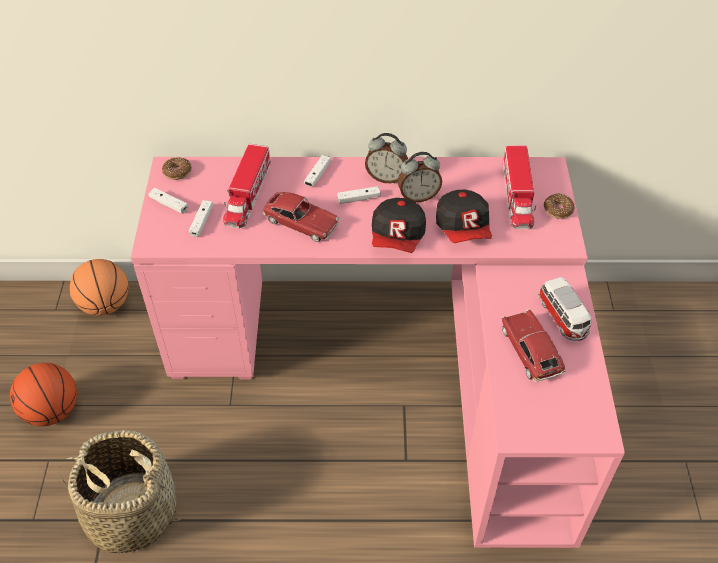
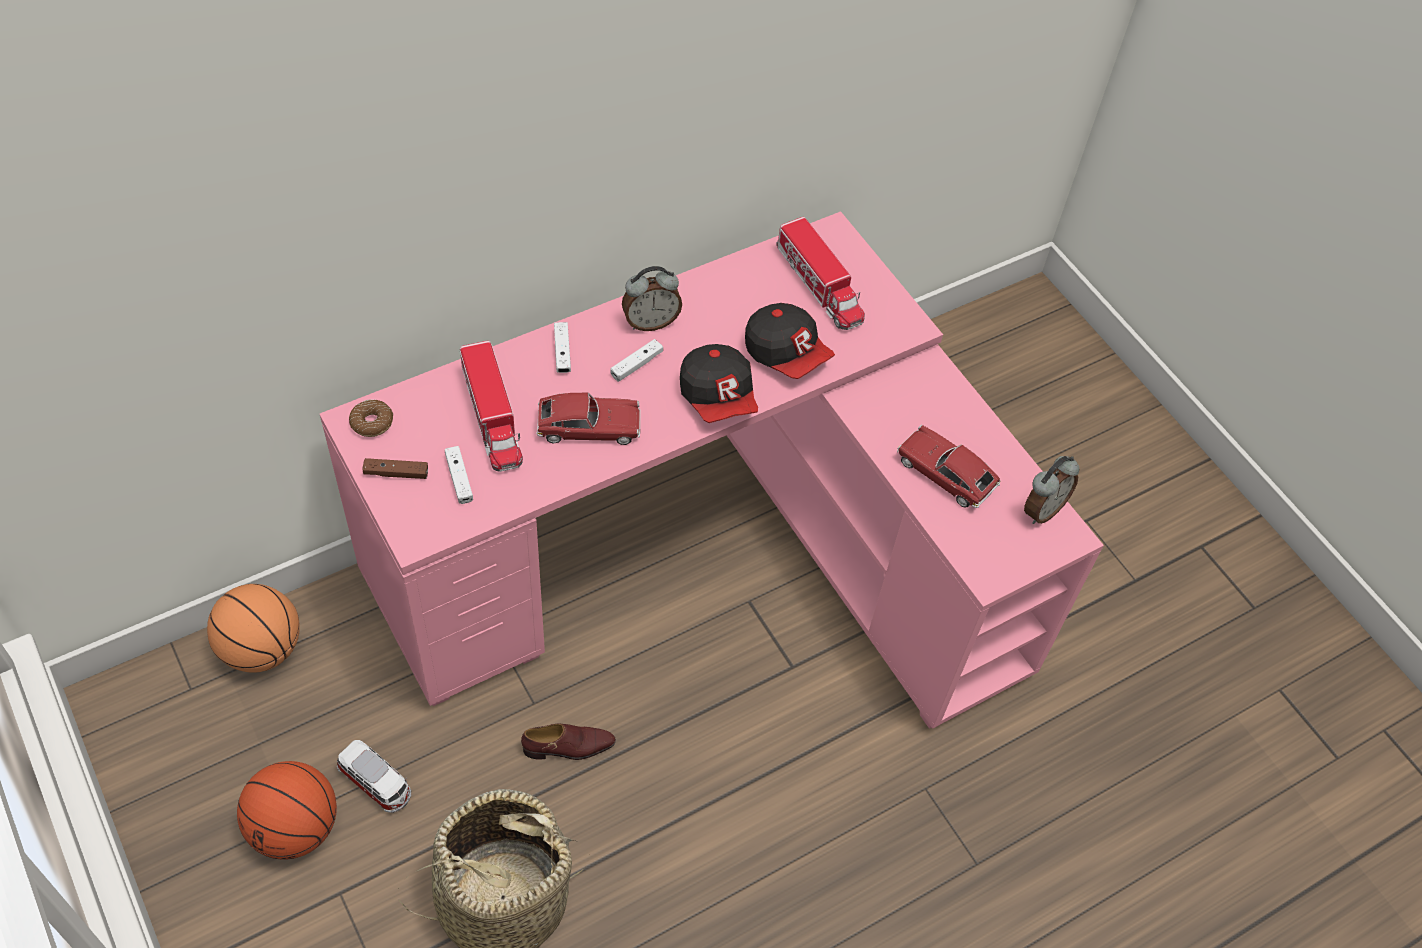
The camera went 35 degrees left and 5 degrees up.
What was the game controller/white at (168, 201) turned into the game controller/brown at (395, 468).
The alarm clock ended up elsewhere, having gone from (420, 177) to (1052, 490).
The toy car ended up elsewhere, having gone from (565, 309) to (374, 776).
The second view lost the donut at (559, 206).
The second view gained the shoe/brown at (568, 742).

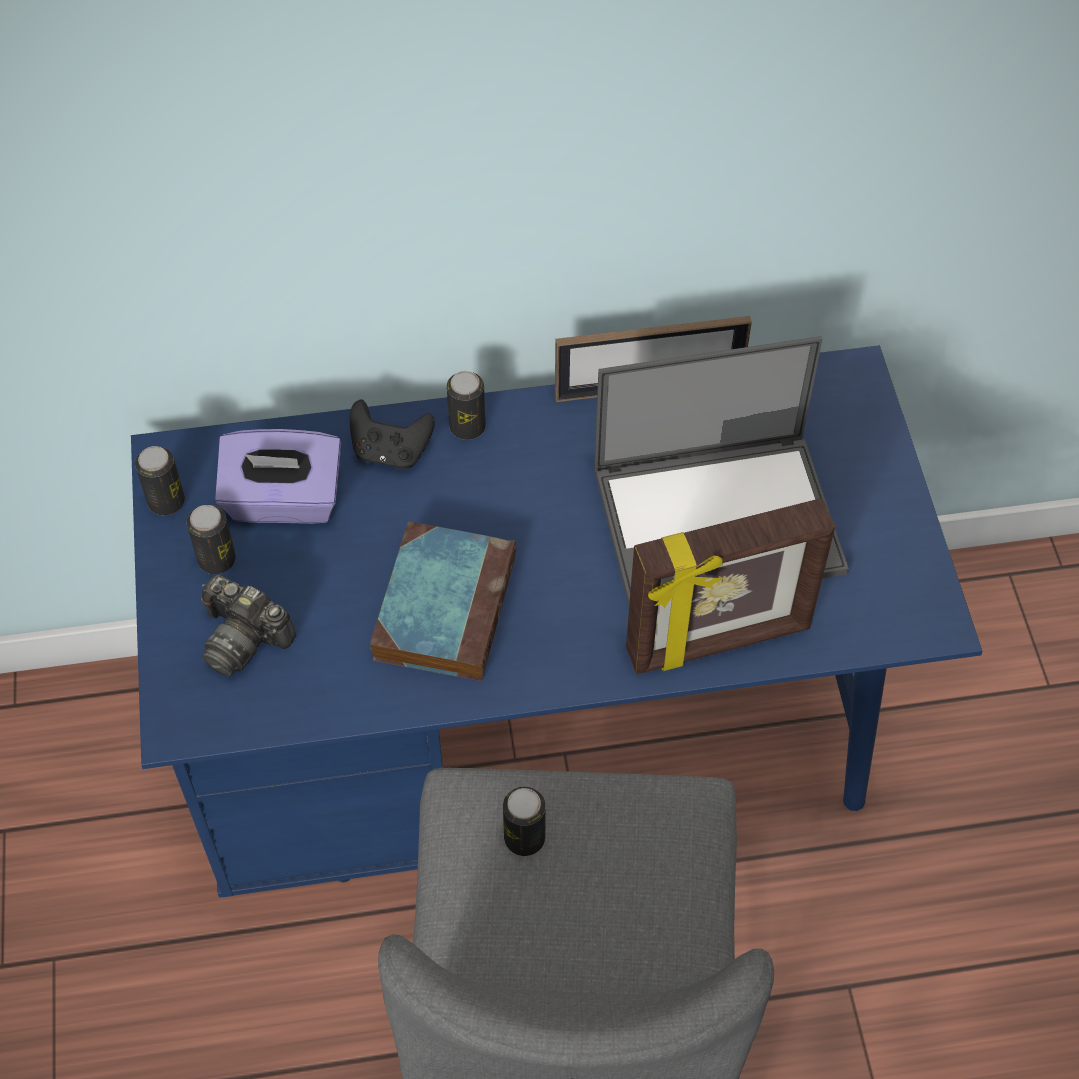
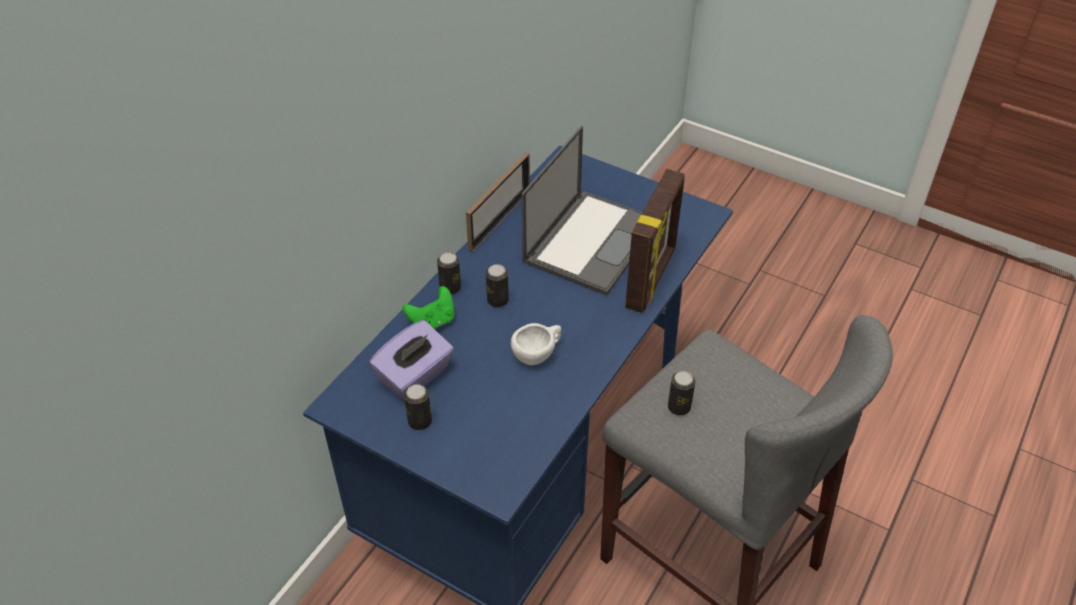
The camera went 50 degrees left and 10 degrees down.
The can ended up elsewhere, having gone from (160, 480) to (497, 285).
The second view lost the photo camera at (248, 626).
What was the game controller/black at (392, 434) turned into the game controller/green at (428, 307).
Where the book stood at (443, 601), the cup/white came to stand at (536, 344).

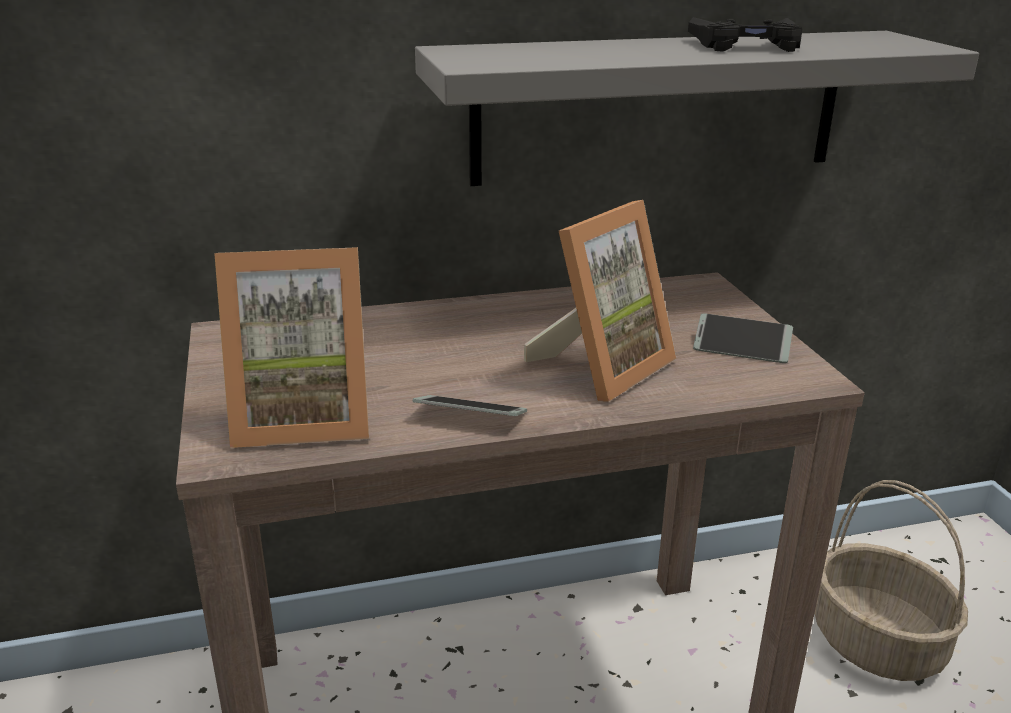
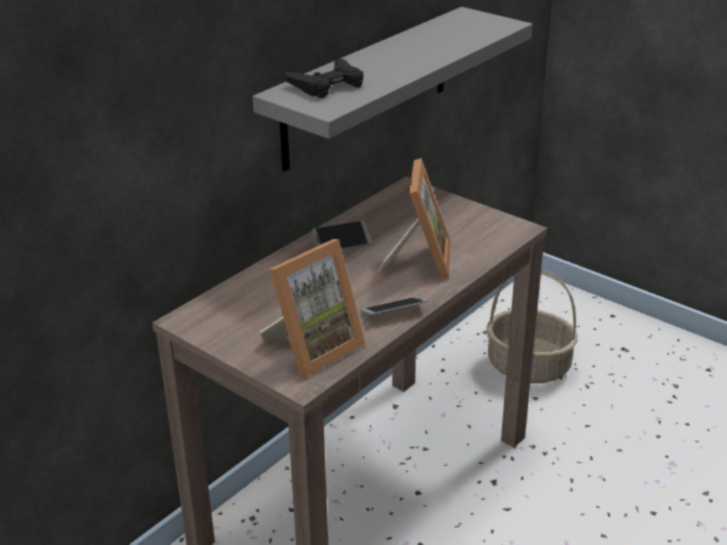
The camera went 35 degrees left and 5 degrees up.
The game controller/black ended up elsewhere, having gone from (745, 34) to (324, 77).
The phone ended up elsewhere, having gone from (743, 338) to (342, 235).

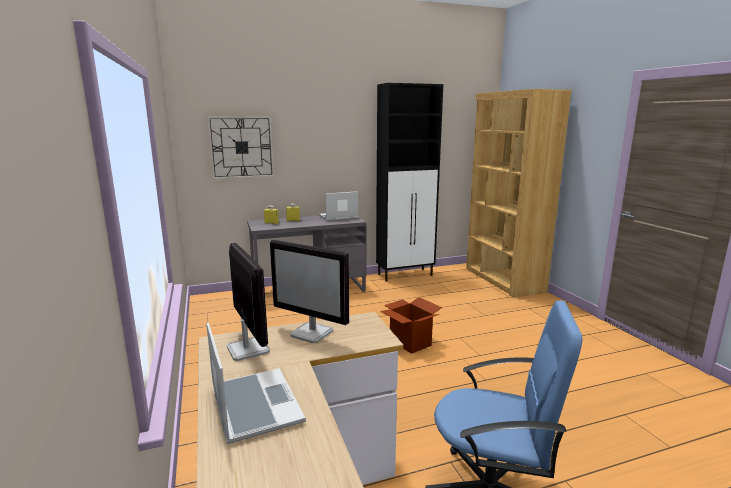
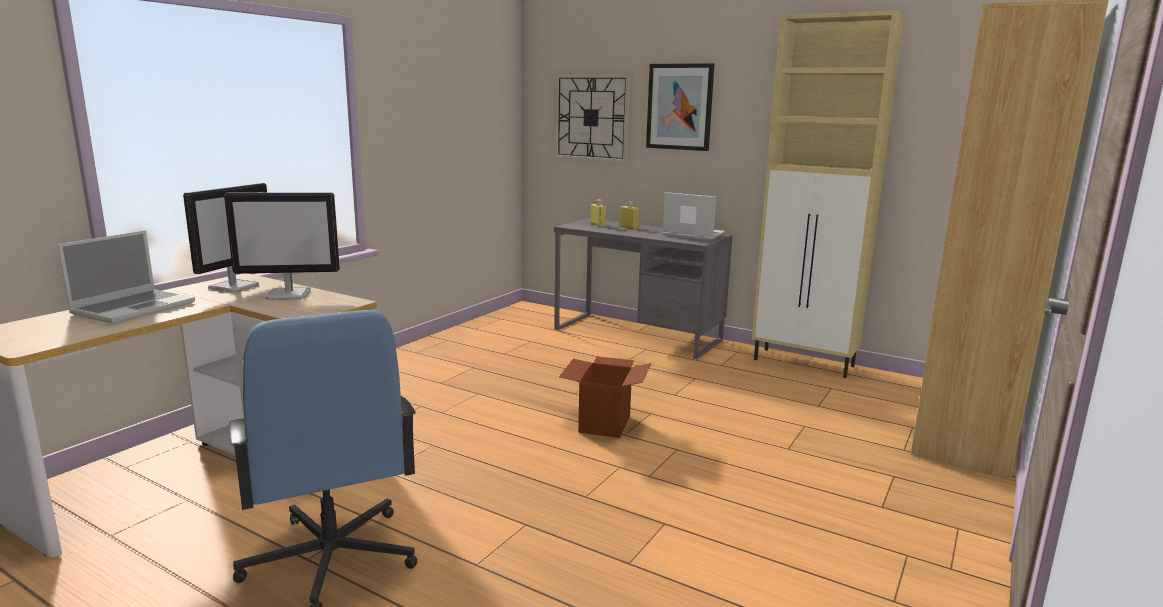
The camera went 50 degrees right and 0 degrees up.
The monitor at (309, 291) ended up facing another way, 90 degrees counterclockwise from before.
What was the cabinet/black at (409, 182) turned into the cabinet/beige at (828, 194).
The second view gained the picture at (680, 107).

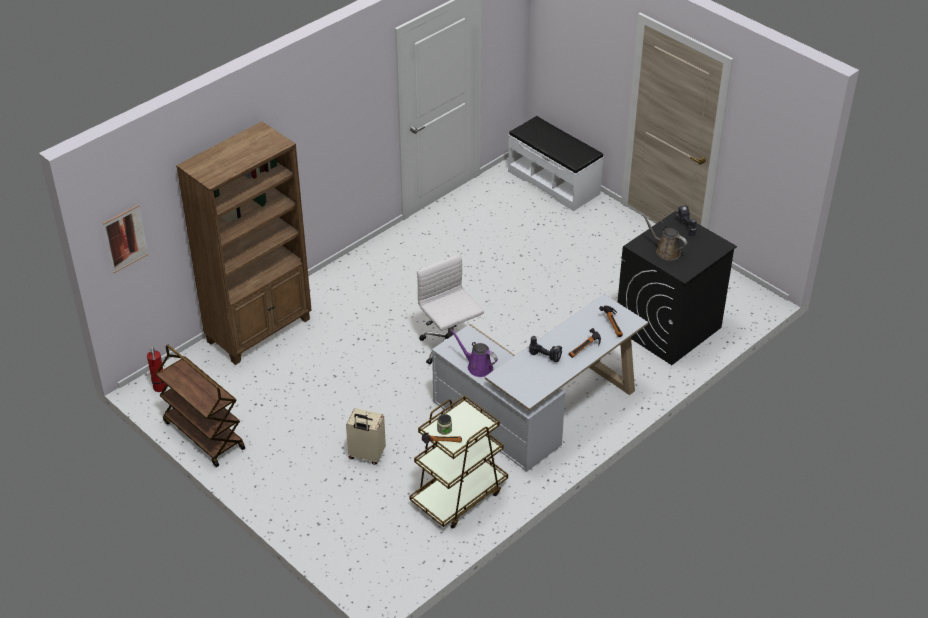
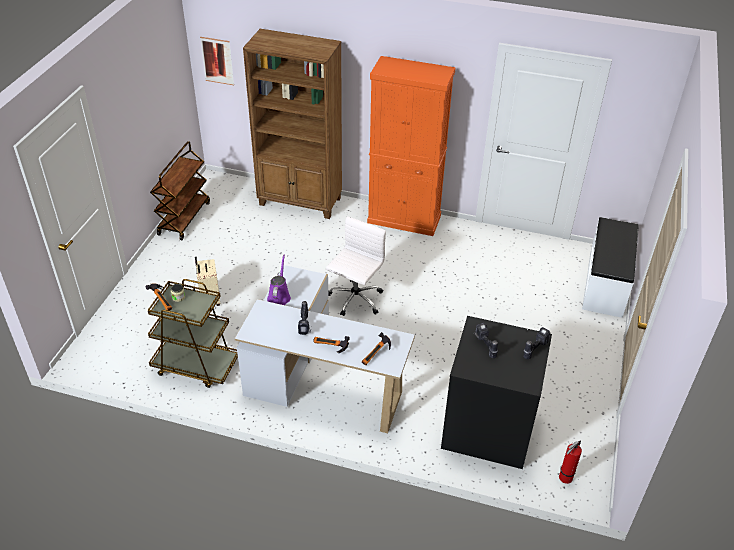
The camera went 60 degrees right and 0 degrees up.
The fire extinguisher ended up elsewhere, having gone from (156, 368) to (570, 462).
Where the watering can/brown stood at (664, 237), the power drill came to stand at (486, 340).
The second view gained the cabinet/orange at (411, 146).

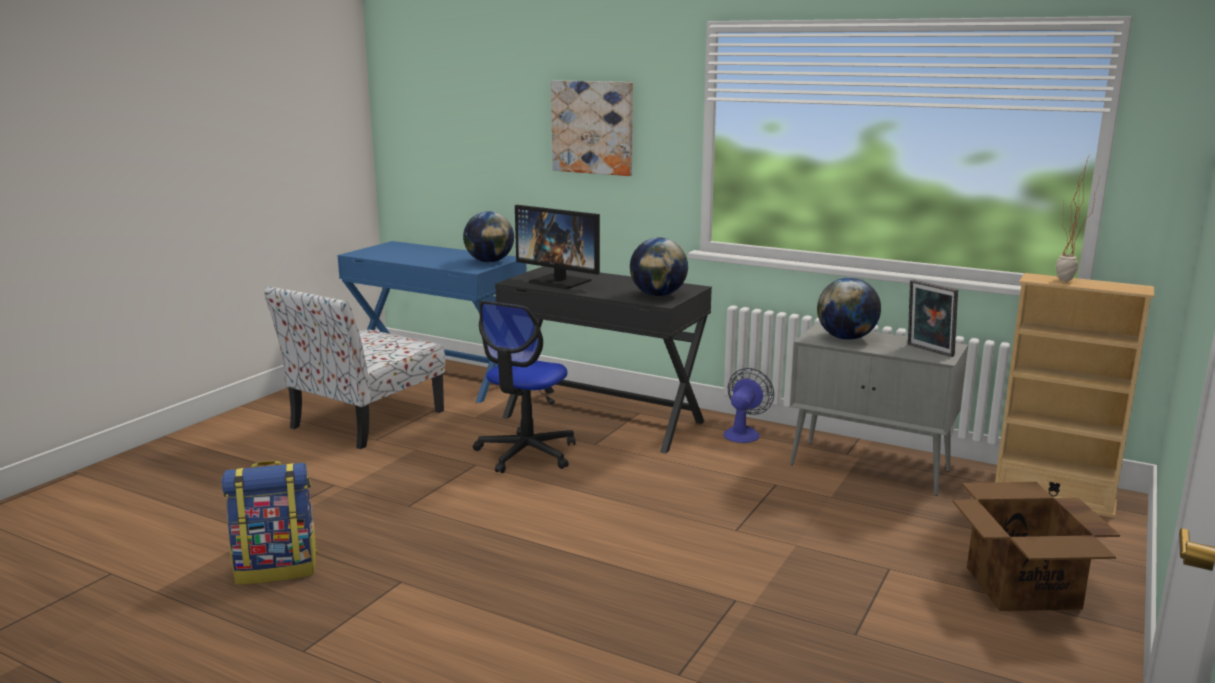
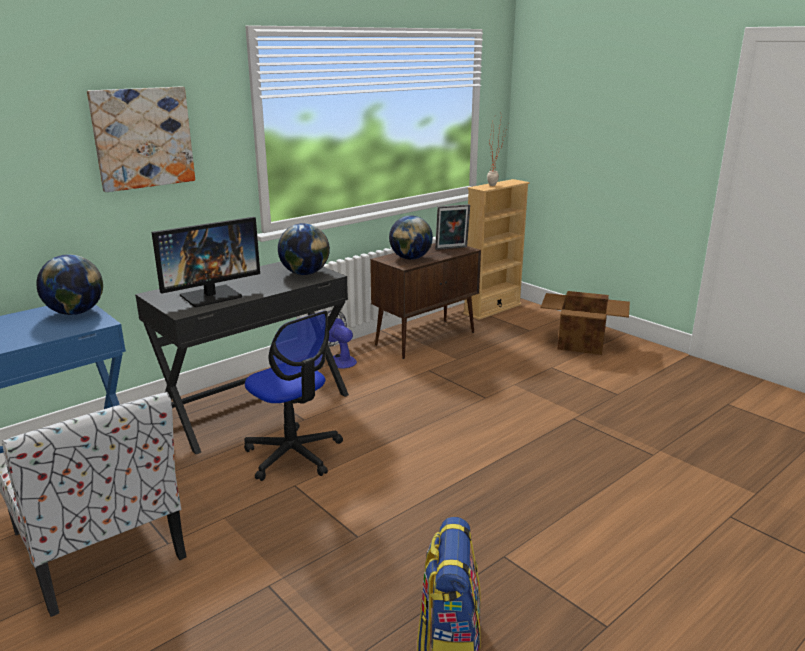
The camera went 70 degrees left and 5 degrees up.
What was the cabinet/grey at (879, 410) turned into the cabinet/brown at (425, 301).

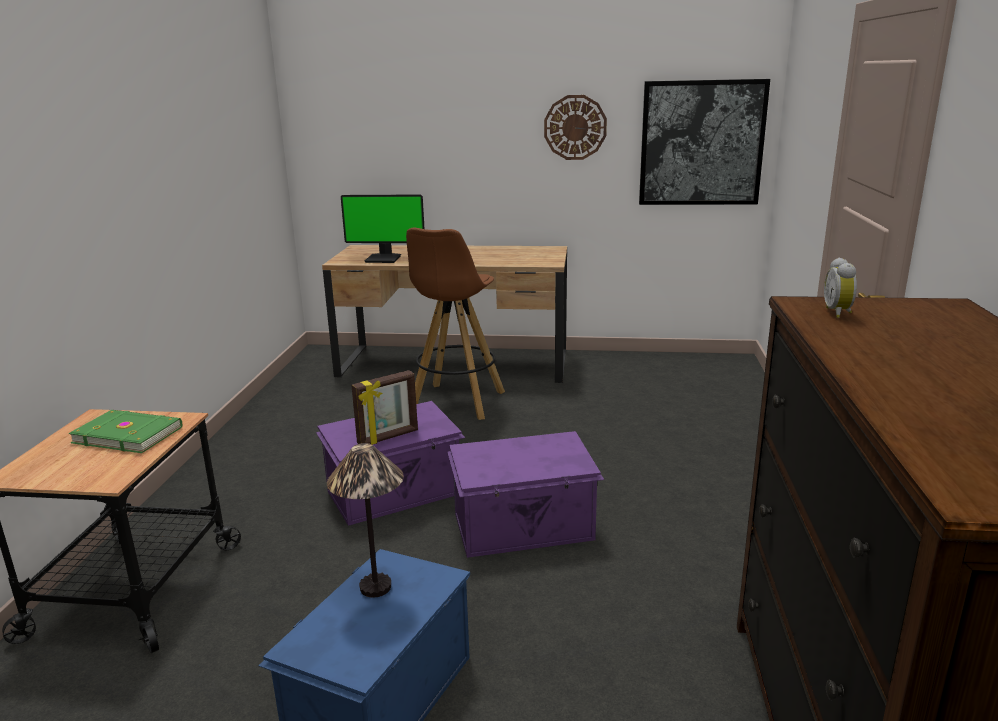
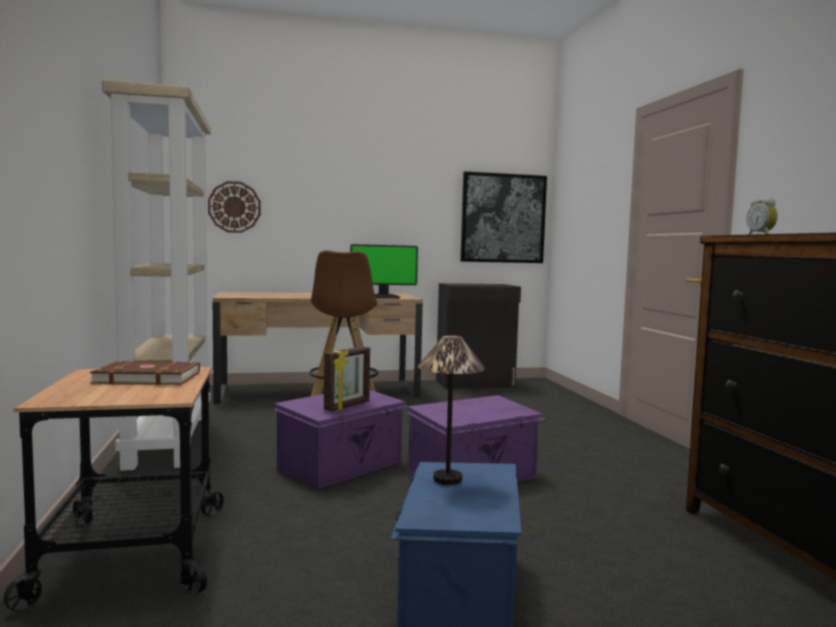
The camera went 20 degrees left and 15 degrees down.
What was the book/green at (125, 431) turned into the book/brown at (145, 373).
The monitor ended up elsewhere, having gone from (383, 228) to (384, 271).
The wall clock ended up elsewhere, having gone from (575, 127) to (234, 207).
The second view gained the bookcase/beige at (156, 275).
The second view gained the cabinet/black at (478, 336).

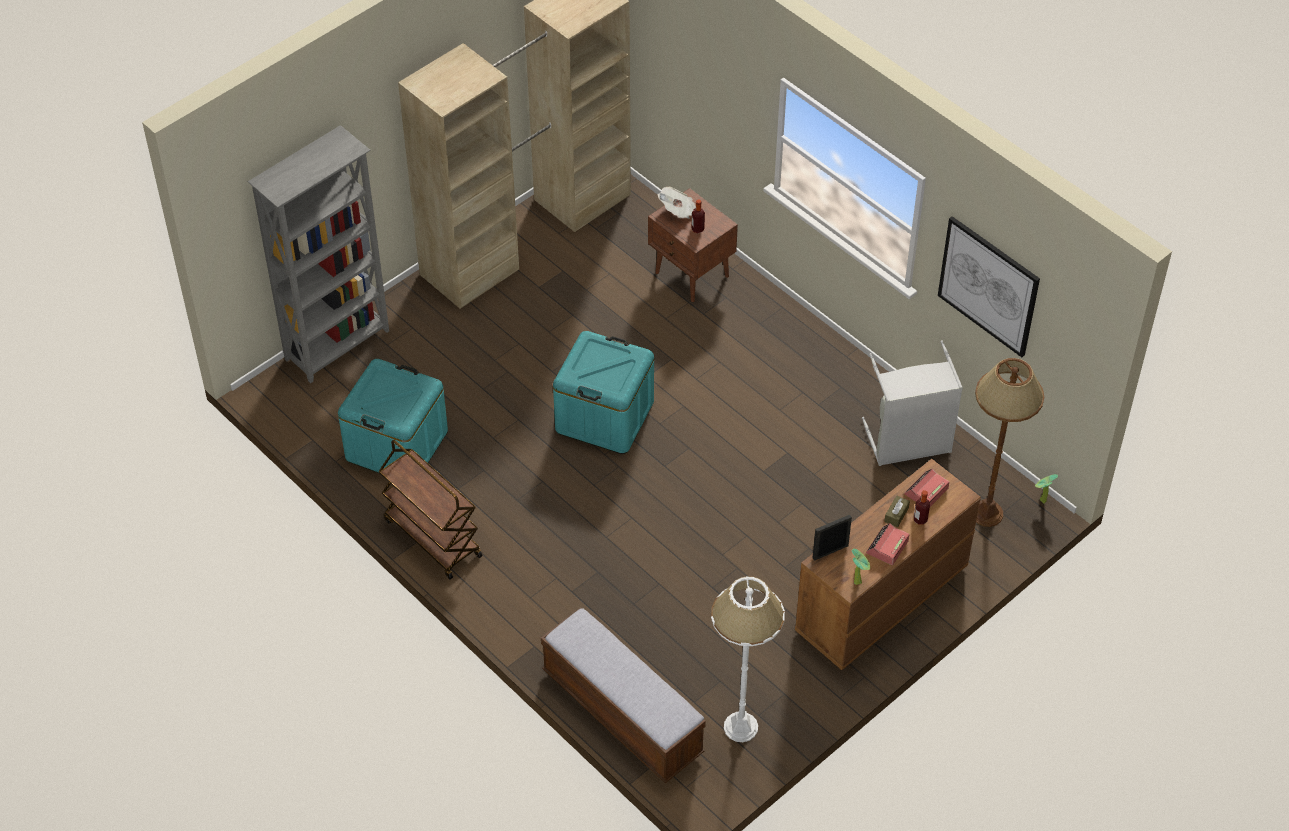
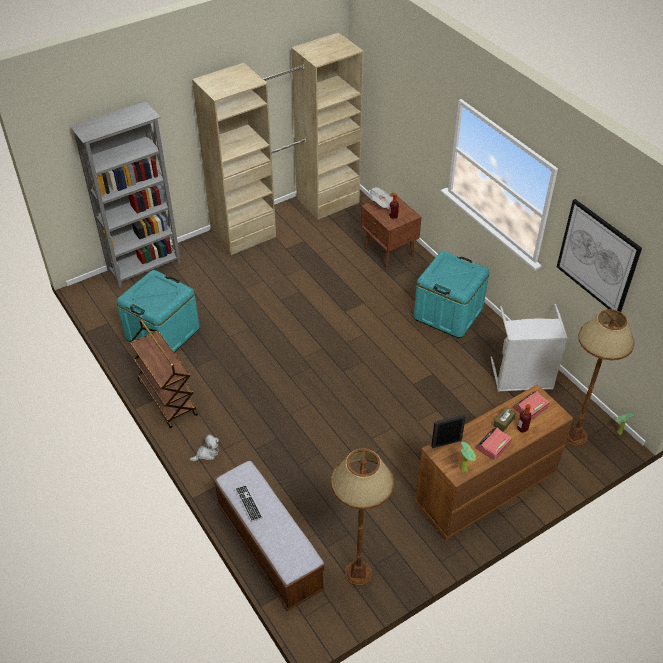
The camera went 10 degrees right and 5 degrees down.
The storage box/turquoise ended up elsewhere, having gone from (603, 392) to (451, 294).
What was the floor lamp/white at (748, 659) turned into the floor lamp/brown at (362, 517).
The second view gained the plush toy at (204, 448).
The second view gained the keyboard at (249, 503).

